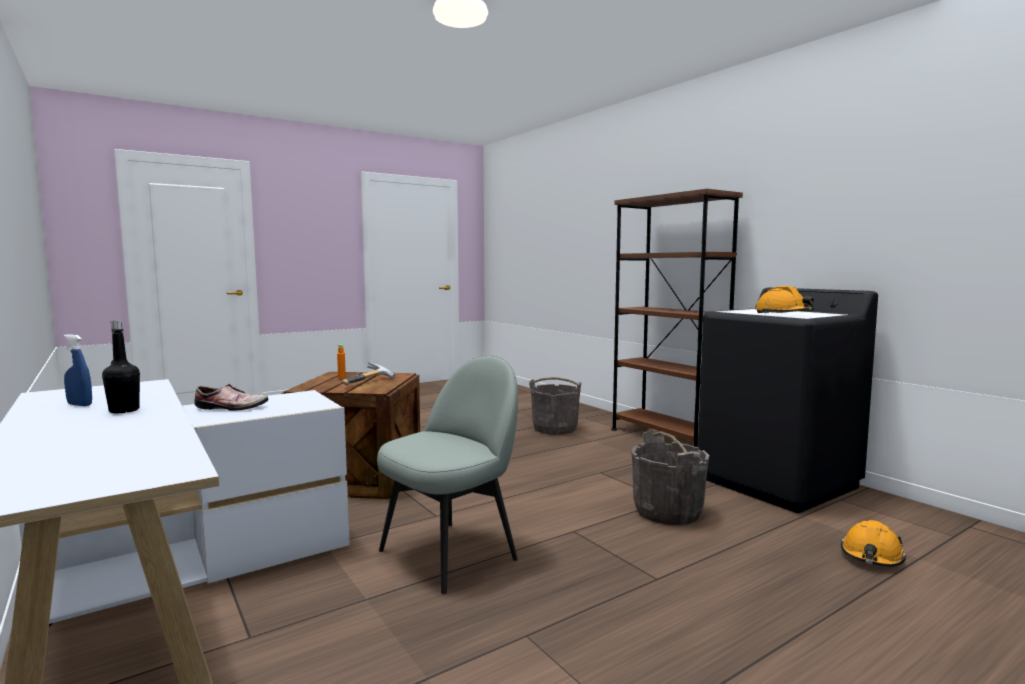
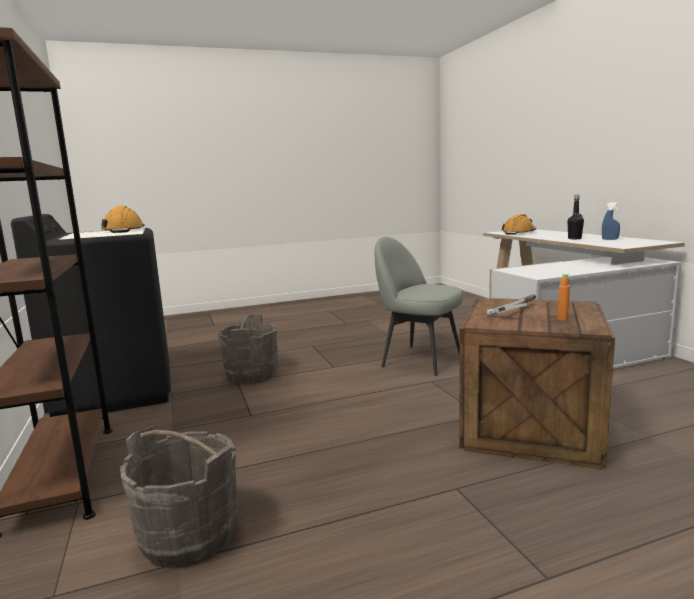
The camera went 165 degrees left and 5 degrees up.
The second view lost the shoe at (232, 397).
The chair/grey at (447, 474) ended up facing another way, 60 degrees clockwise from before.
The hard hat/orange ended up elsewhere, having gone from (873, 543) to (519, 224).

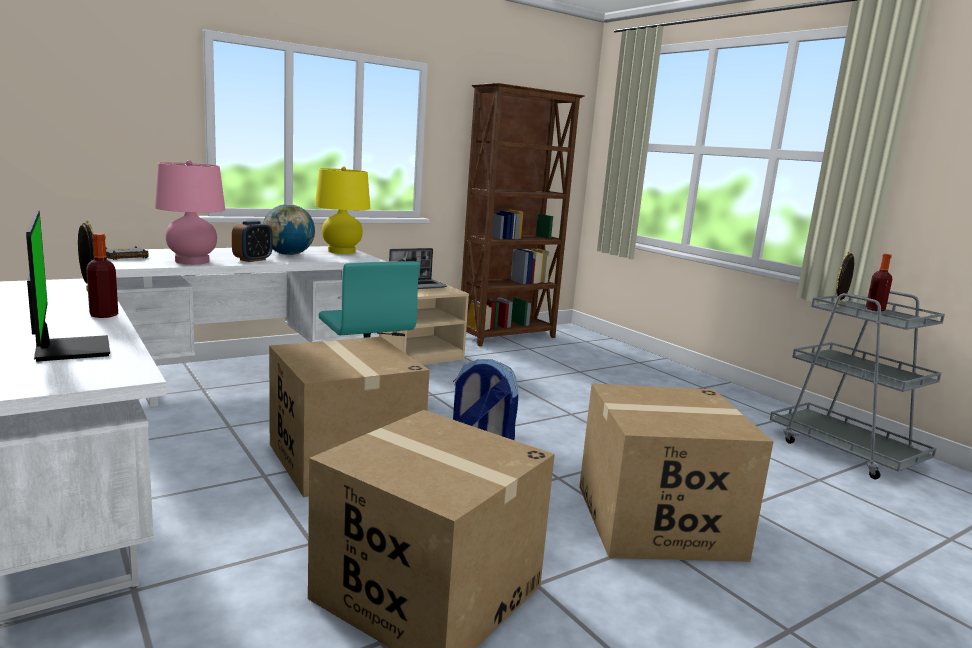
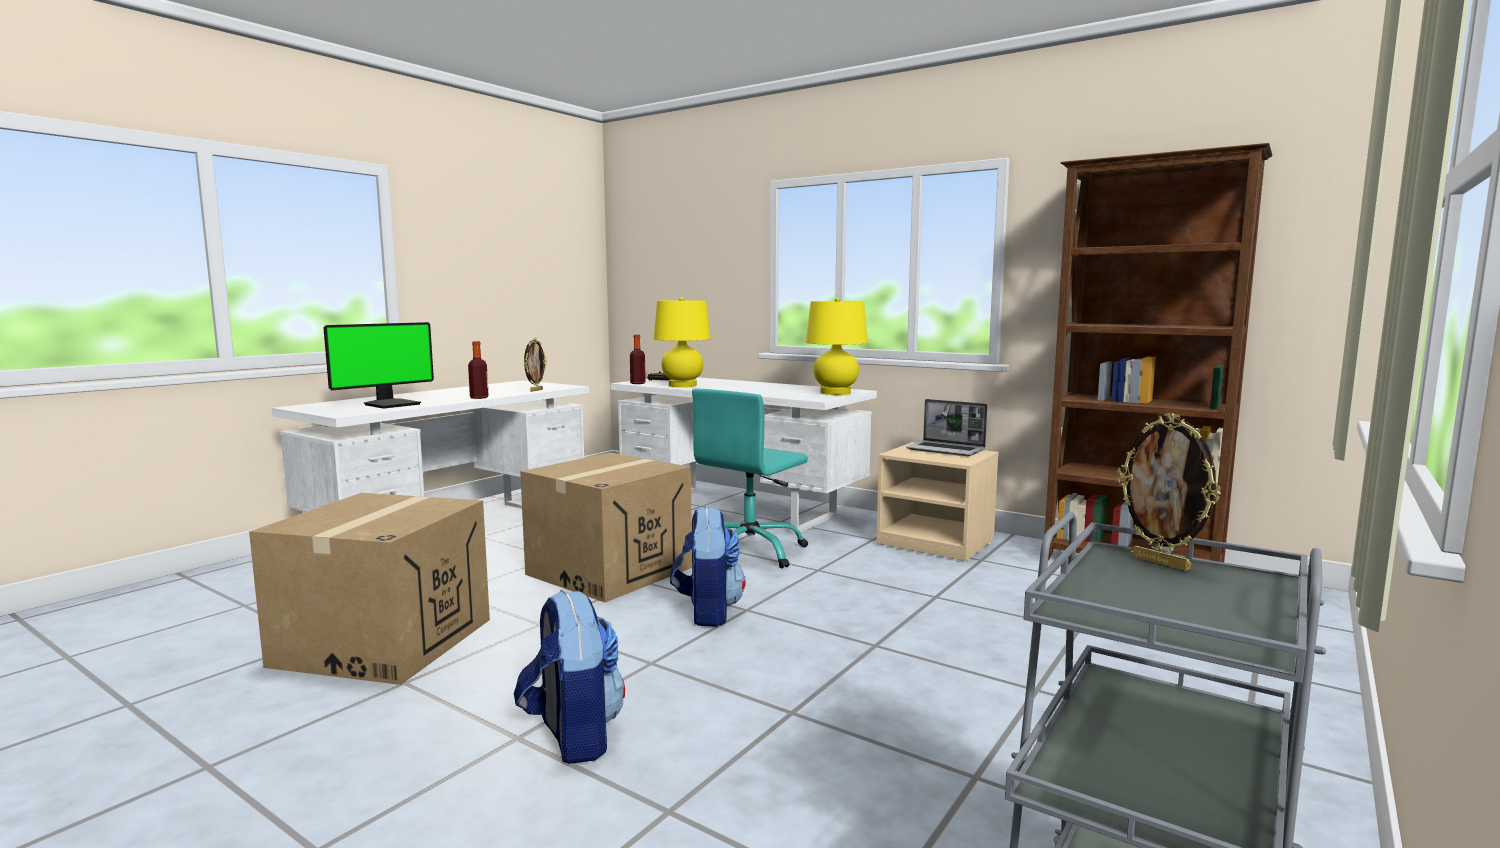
The camera went 70 degrees right and 5 degrees down.
What was the table lamp/pink at (190, 212) turned into the table lamp/yellow at (682, 342).
The second view lost the alarm clock at (252, 241).
The second view lost the globe at (289, 229).
Where the cardboard box stood at (676, 473), the backpack came to stand at (569, 677).
The picture frame at (845, 279) ended up facing another way, 150 degrees counterclockwise from before.
The bottle ended up elsewhere, having gone from (879, 282) to (638, 359).

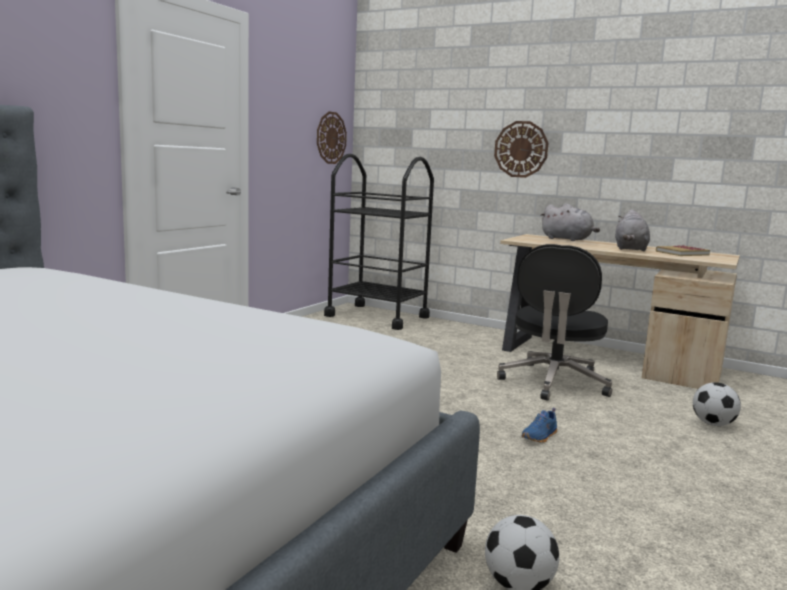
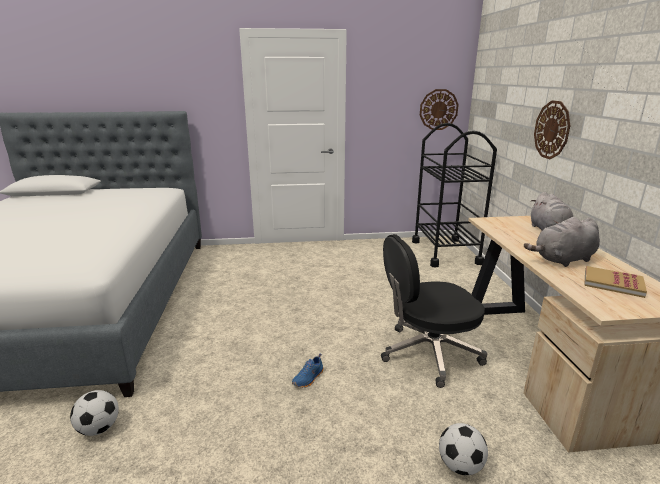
The camera went 55 degrees right and 10 degrees up.
The shoe/blue at (539, 425) ended up facing another way, 60 degrees counterclockwise from before.

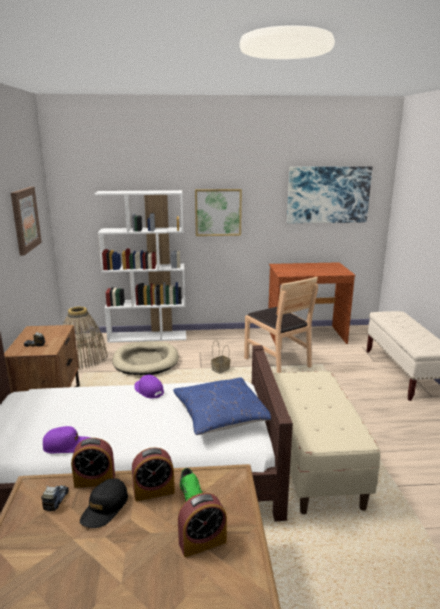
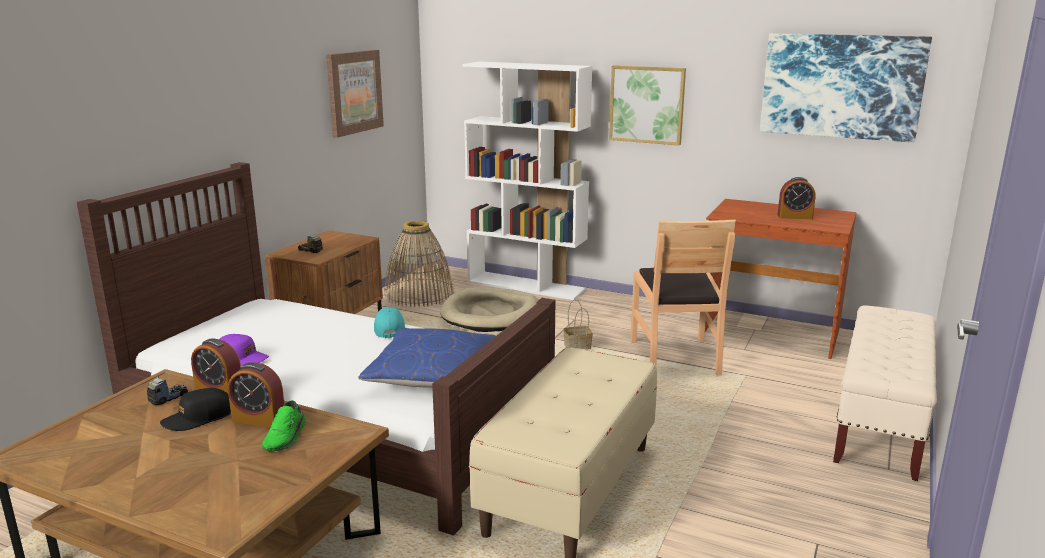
The camera went 30 degrees right and 0 degrees up.
What was the cap/purple at (149, 386) turned into the cap/turquoise at (389, 322).
The alarm clock ended up elsewhere, having gone from (202, 525) to (797, 198).

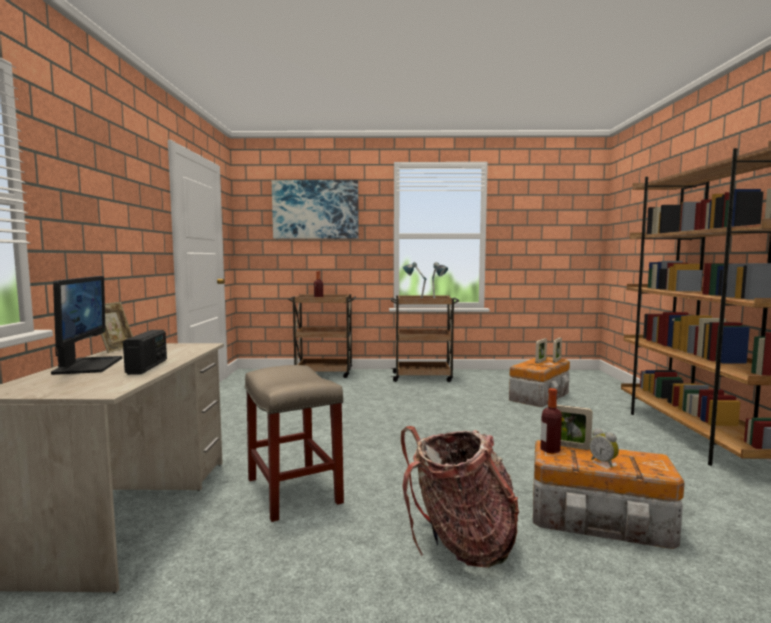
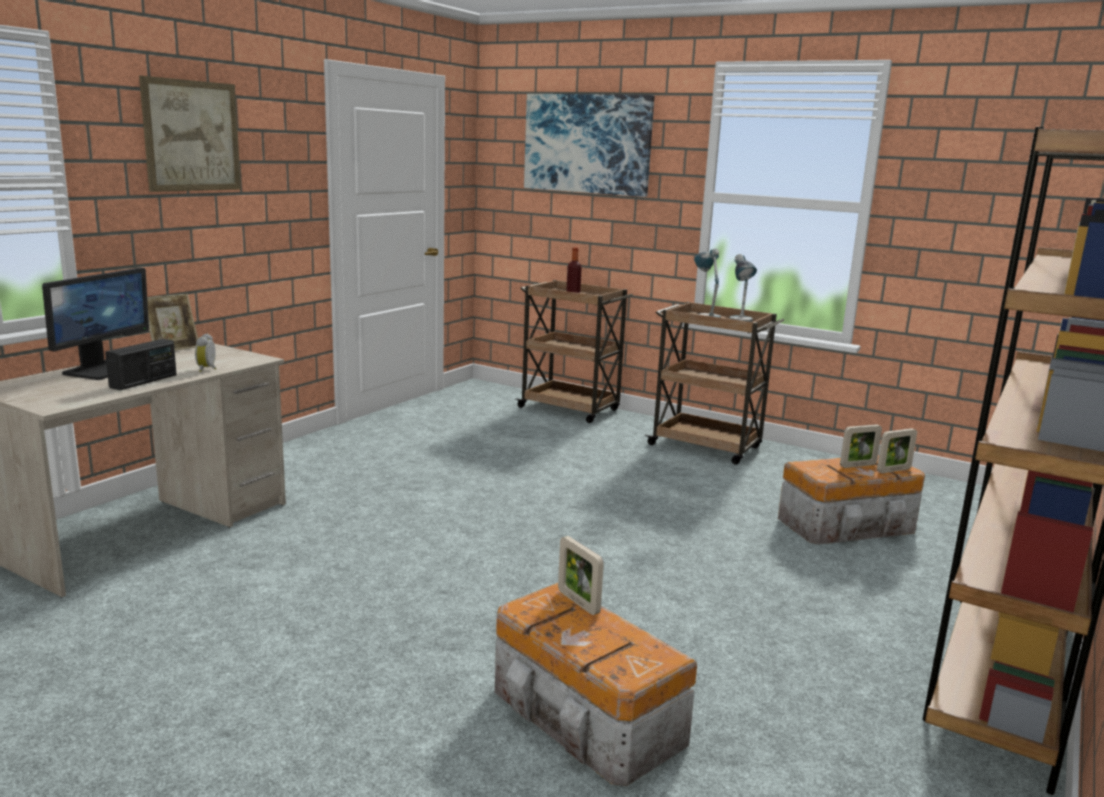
The camera went 30 degrees right and 10 degrees up.
The second view lost the stool/beige at (294, 443).
The second view lost the backpack at (460, 497).
The second view lost the bottle at (551, 421).
The alarm clock ended up elsewhere, having gone from (604, 447) to (205, 353).
The second view gained the picture at (190, 134).

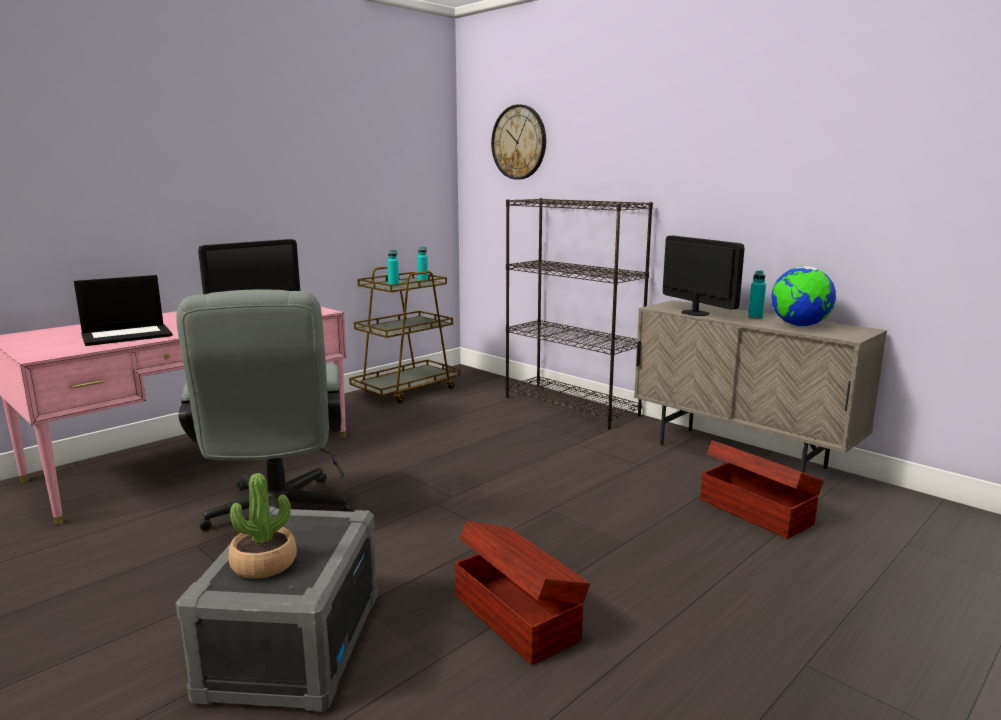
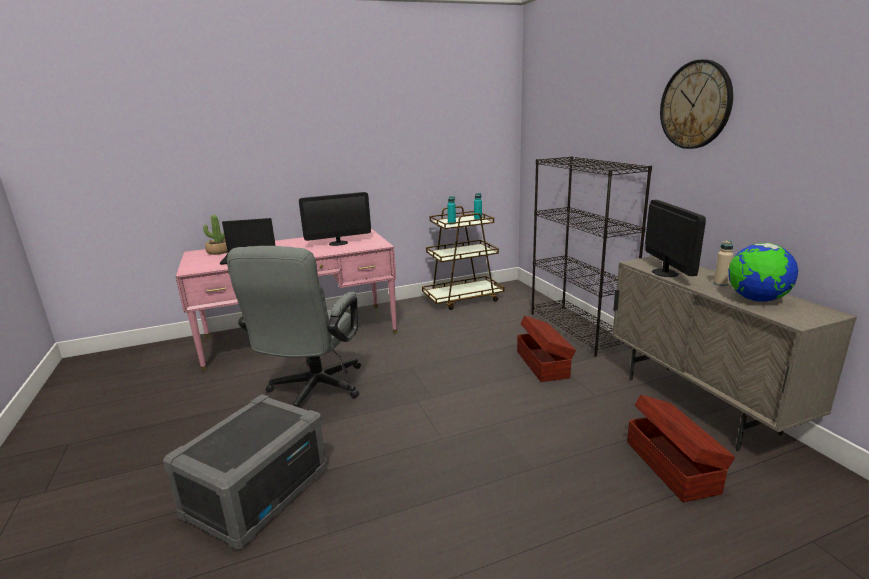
The camera went 25 degrees right and 5 degrees up.
The potted plant ended up elsewhere, having gone from (263, 526) to (215, 235).
The storage box/brown ended up elsewhere, having gone from (522, 593) to (546, 348).
The wall clock ended up elsewhere, having gone from (518, 142) to (696, 104).
What was the bottle/turquoise at (757, 294) turned into the bottle/beige at (723, 263).

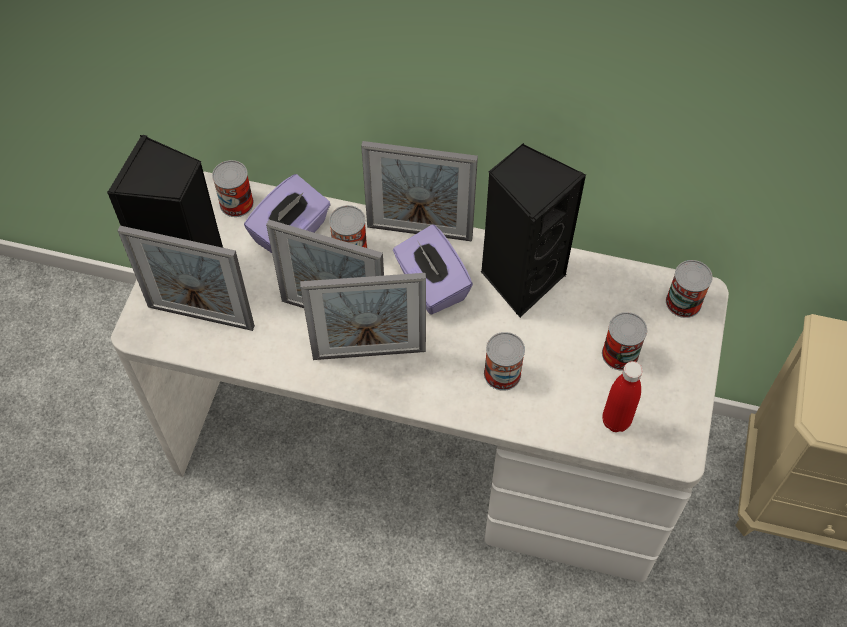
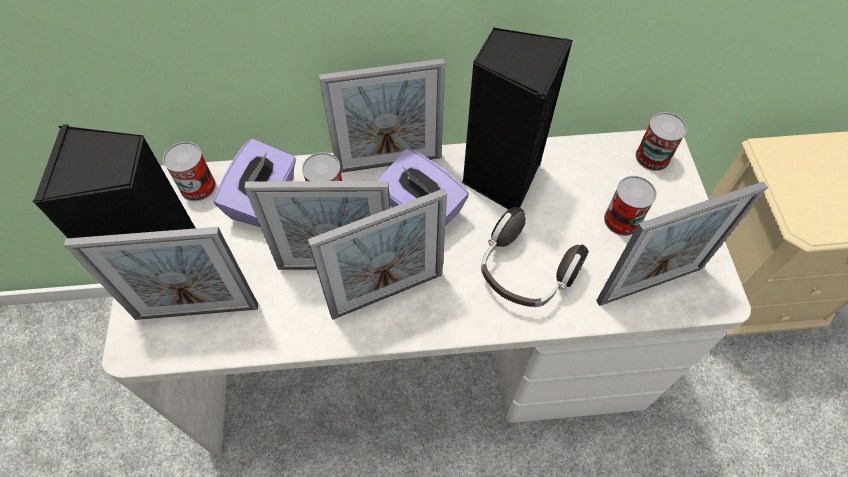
The camera went 20 degrees left and 0 degrees up.
Where the can stood at (504, 361), the headphones came to stand at (535, 257).
Where the bottle/red stood at (622, 396), the picture frame came to stand at (682, 244).

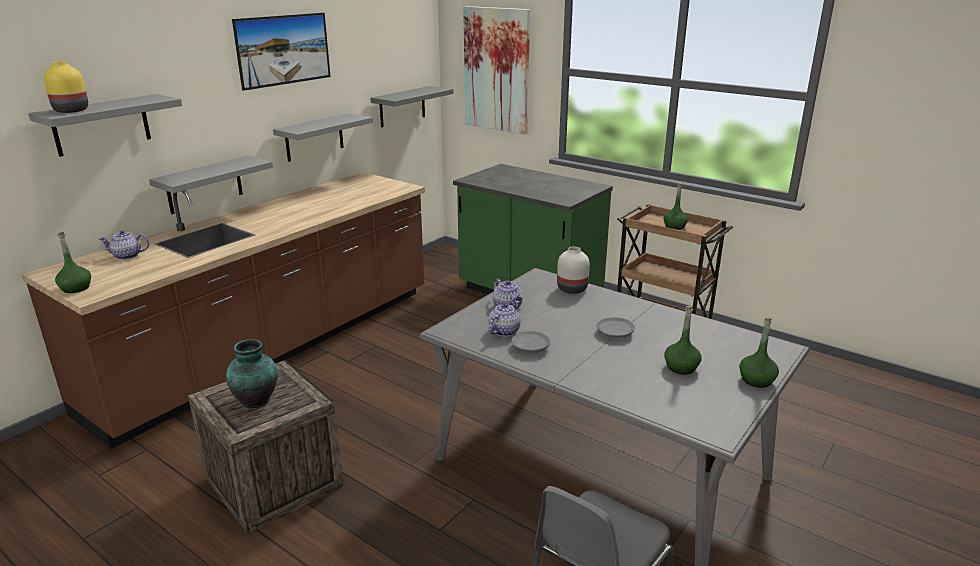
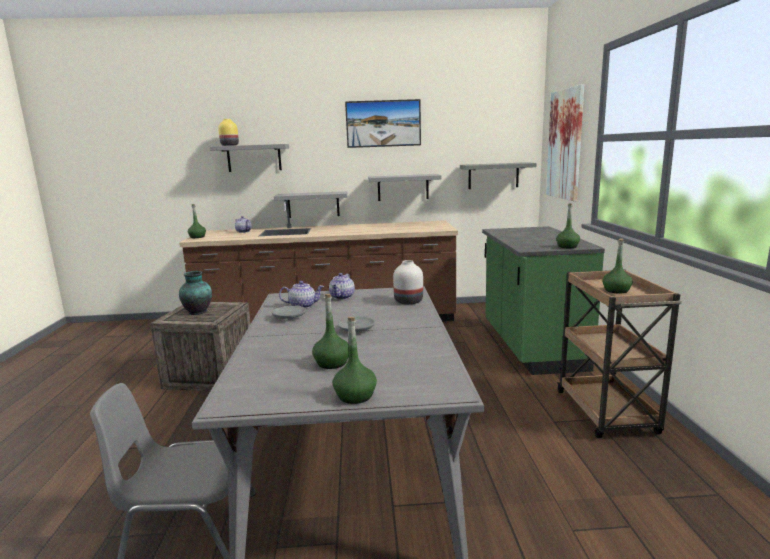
The camera went 50 degrees right and 10 degrees down.
The second view gained the bottle/green at (568, 226).

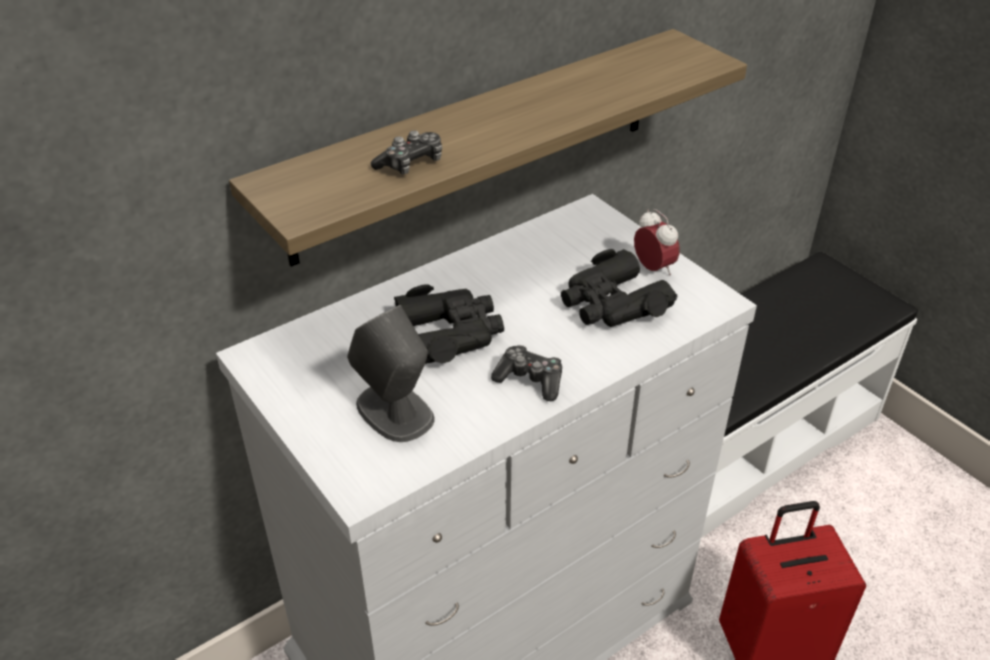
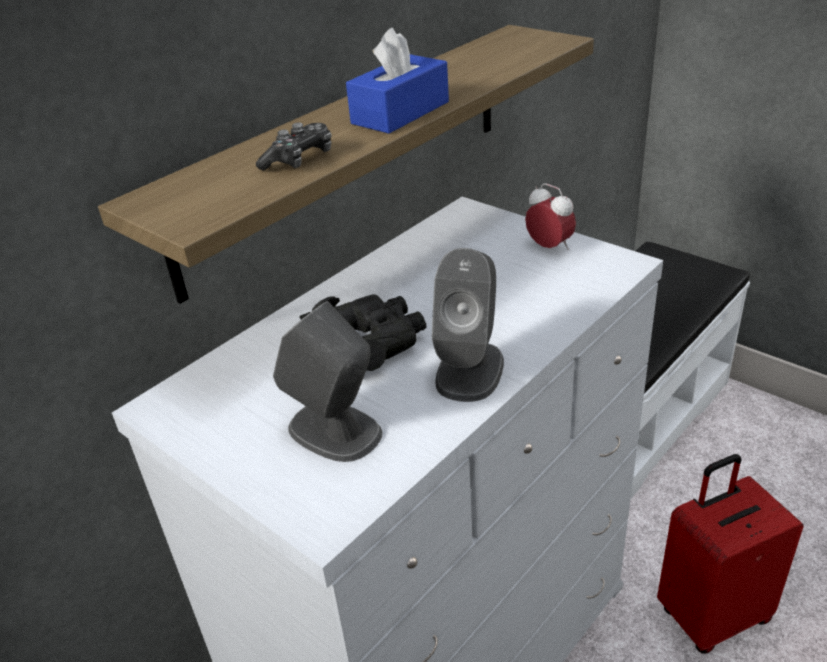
The camera went 10 degrees left and 5 degrees down.
Where the game controller stood at (526, 373), the speaker/grey came to stand at (468, 325).
The second view lost the binoculars/black at (619, 288).
The second view gained the tissue box/blue at (397, 81).

